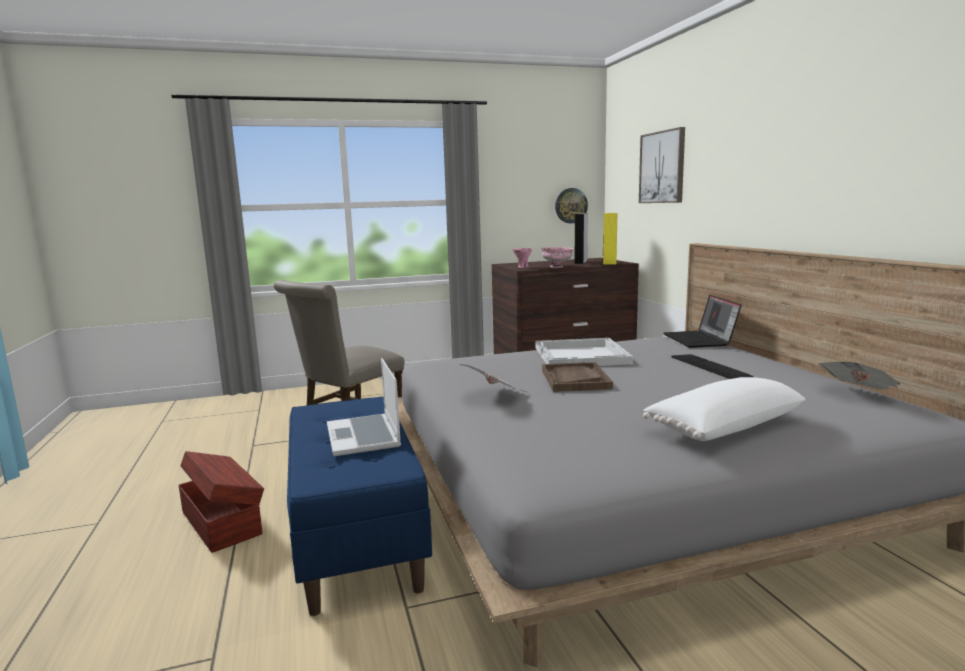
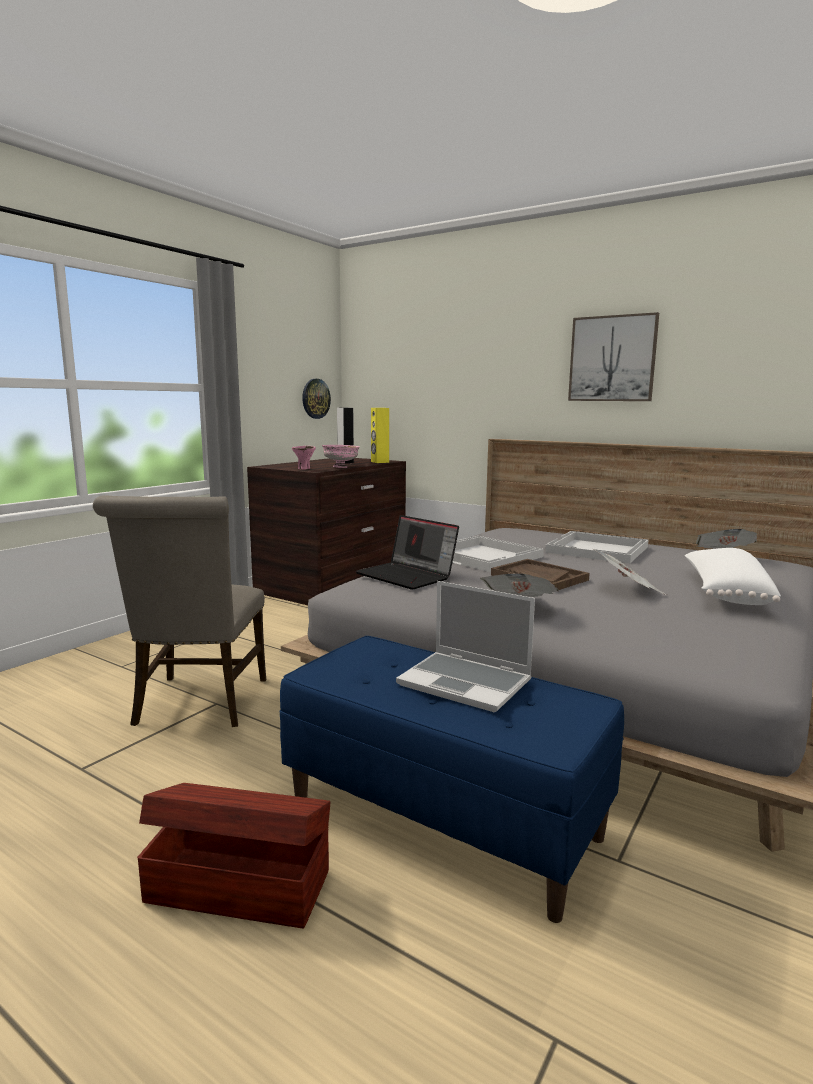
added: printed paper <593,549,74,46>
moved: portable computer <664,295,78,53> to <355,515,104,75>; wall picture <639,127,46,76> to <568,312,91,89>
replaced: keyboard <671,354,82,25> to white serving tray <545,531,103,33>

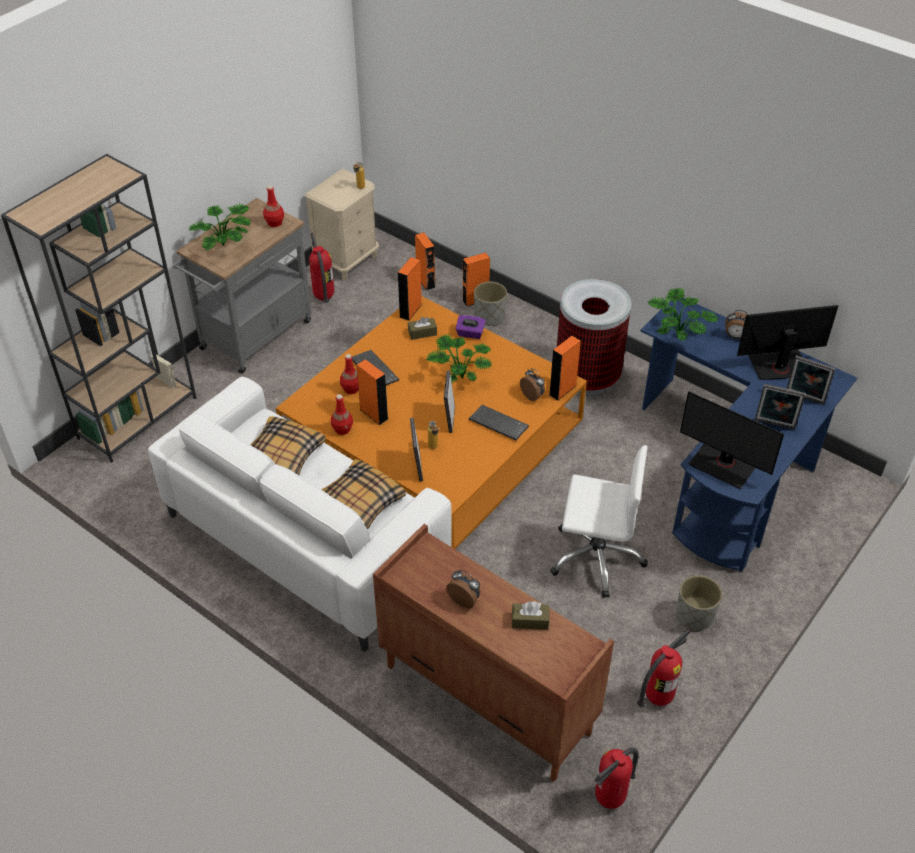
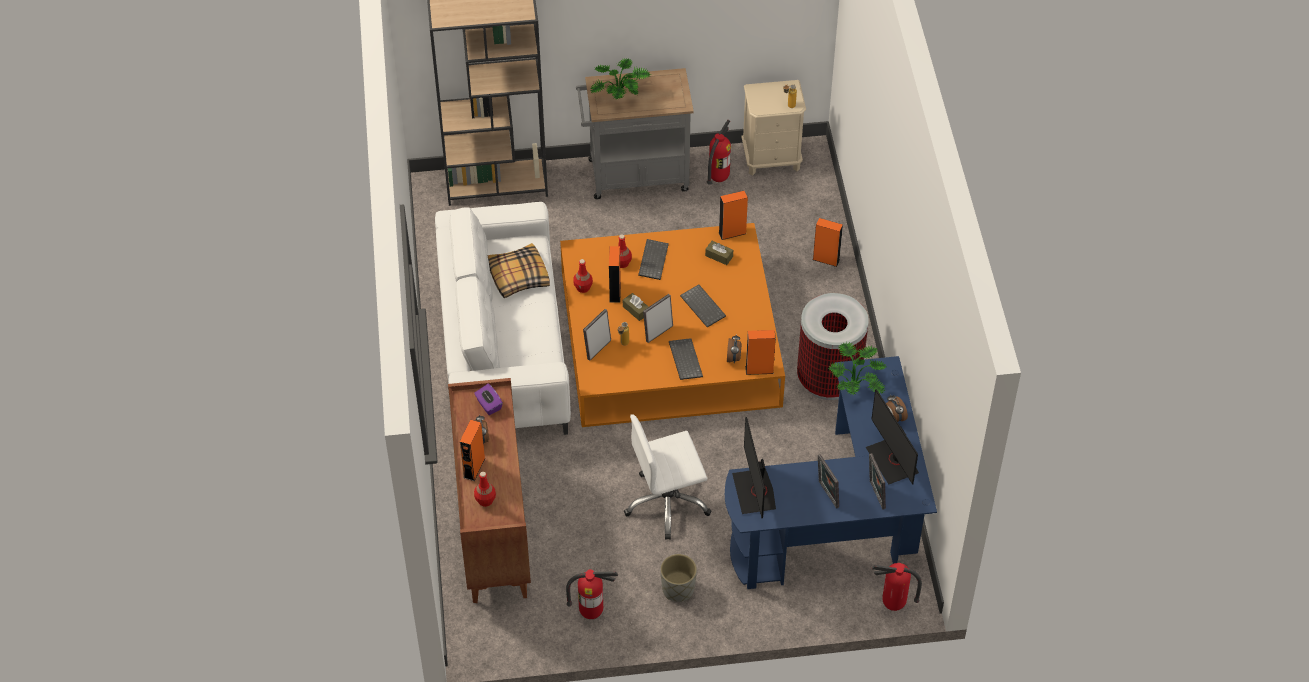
removed: cushion <321,459,85,71>; greyish planter <474,282,33,45>
moved: orange audio speaker <415,232,20,59> to <460,420,25,61>; purplish tissue box <455,315,31,24> to <474,384,29,31>; red-coloured bottle <263,185,21,42> to <474,472,22,35>; brown-coloured tissue box <512,601,37,29> to <623,293,25,28>; fire extinguisher <595,748,44,61> to <872,563,50,48>
replaced: houseplant <426,333,66,49> to keyboard <680,284,46,43>
turned: white office chair <550,445,98,153> = <624,414,87,126> 105 degrees clockwise; computer display <737,305,102,75> = <866,389,53,96> 150 degrees counterclockwise

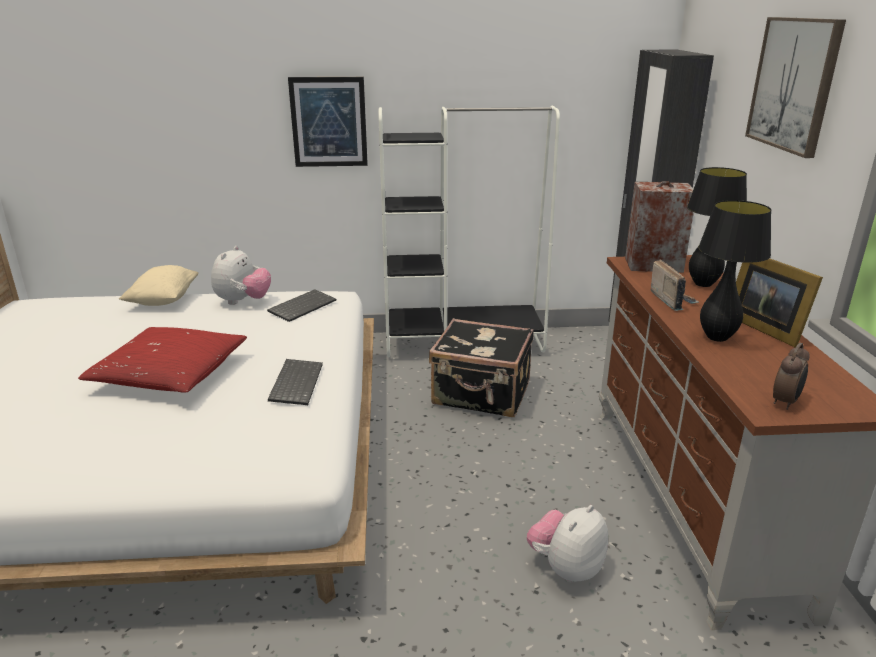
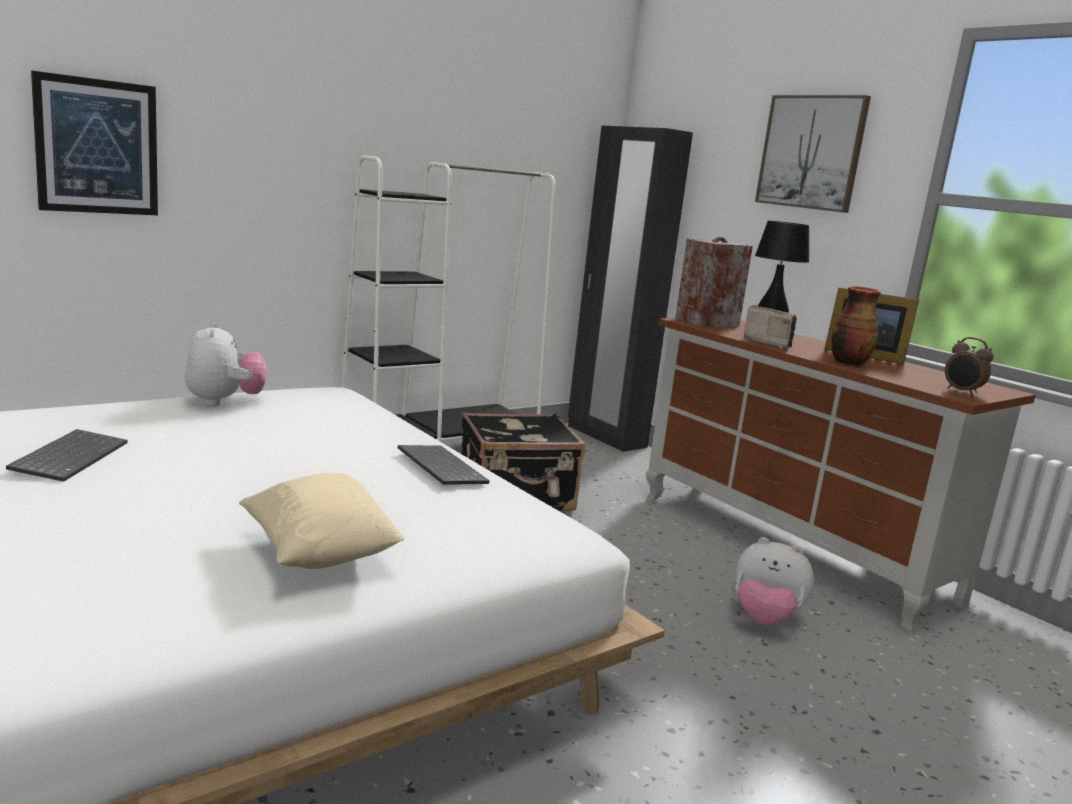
removed: red-coloured cushion <78,327,169,66>
moved: keyboard <267,289,69,33> to <6,429,122,53>; wall picture <288,77,80,90> to <31,71,127,144>; beige-coloured cushion <119,265,79,41> to <239,473,166,96>
replaced: black-coloured table lamp <698,200,73,142> to decorative vase <831,286,50,79>
turned: cuddly toy <527,505,81,78> = <735,537,79,88> 75 degrees counterclockwise; bedside clock <773,343,37,67> = <945,337,49,58> 135 degrees clockwise

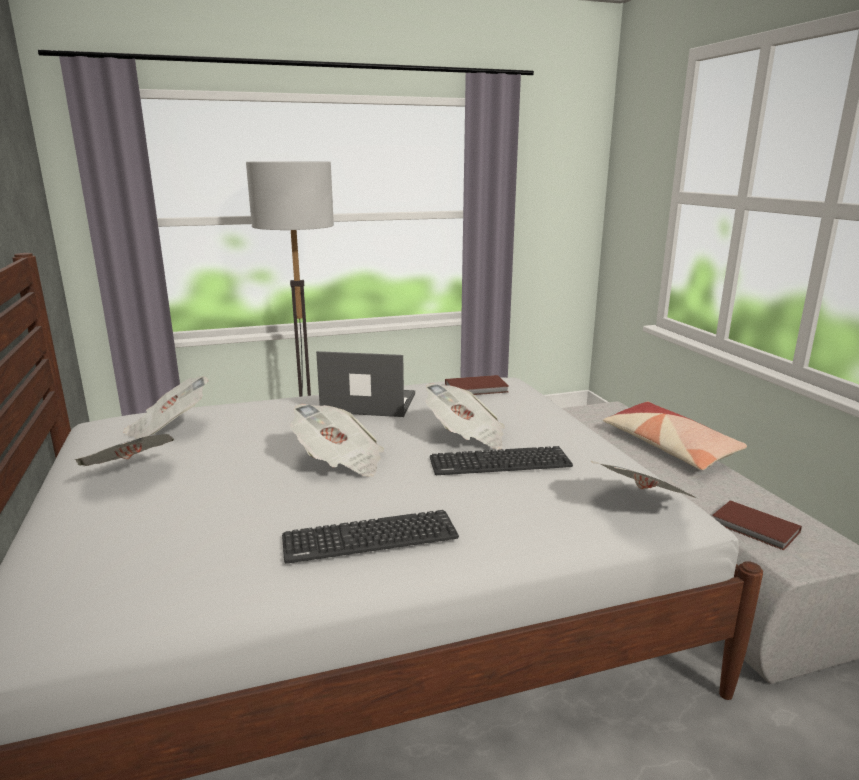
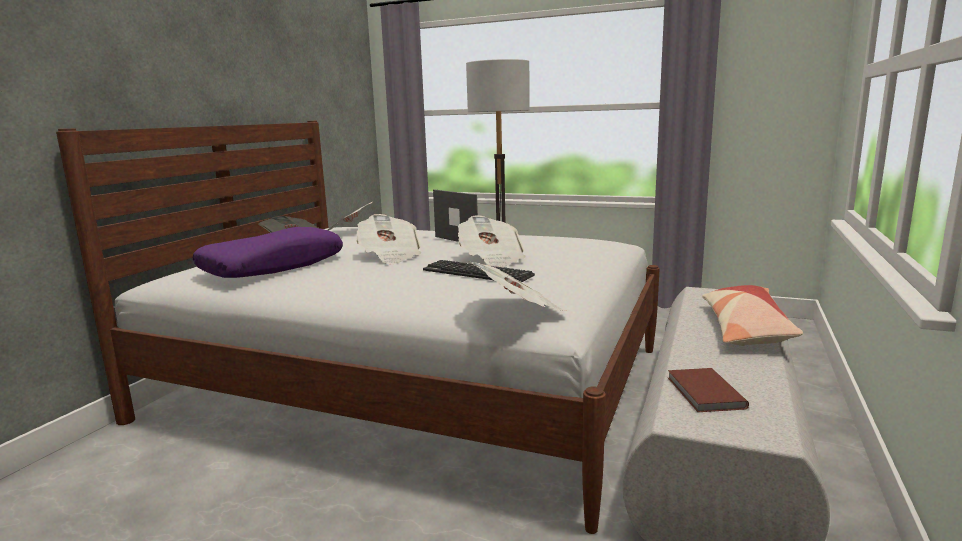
removed: keyboard <282,510,177,54>; brown-coloured volume <445,375,63,20>
added: purplish cushion <192,227,151,51>

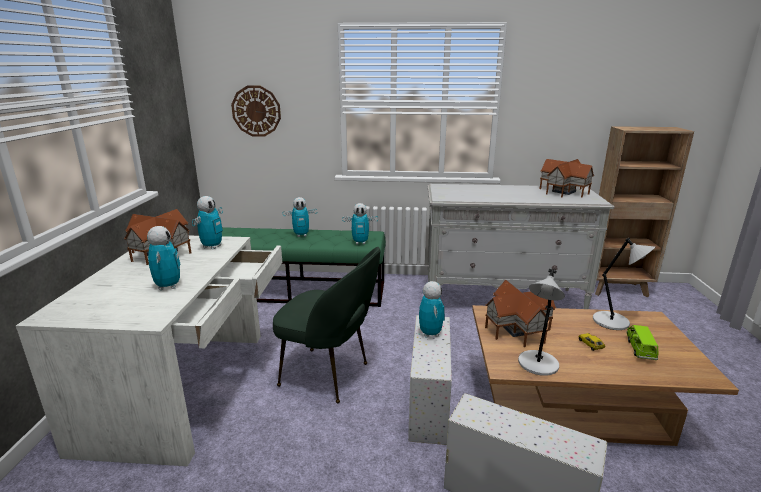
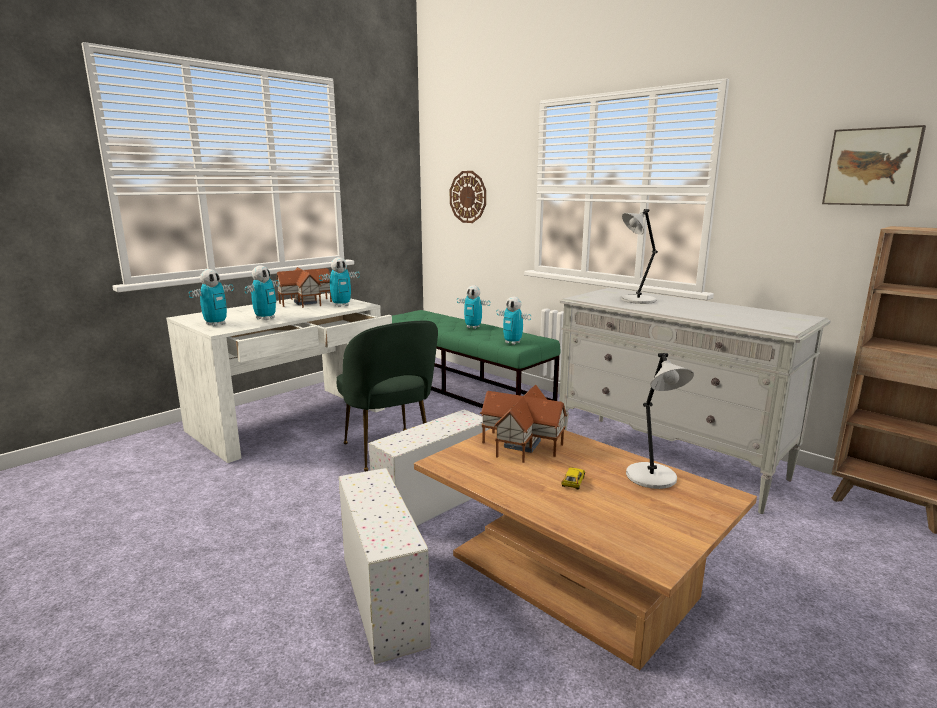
removed: miniature house <540,159,54,38>; greenish toy car <626,325,32,35>
added: wall picture <822,125,104,81>
moved: toy robot <419,281,26,57> to <189,269,45,57>; greyish table lamp <518,269,47,107> to <621,209,37,95>

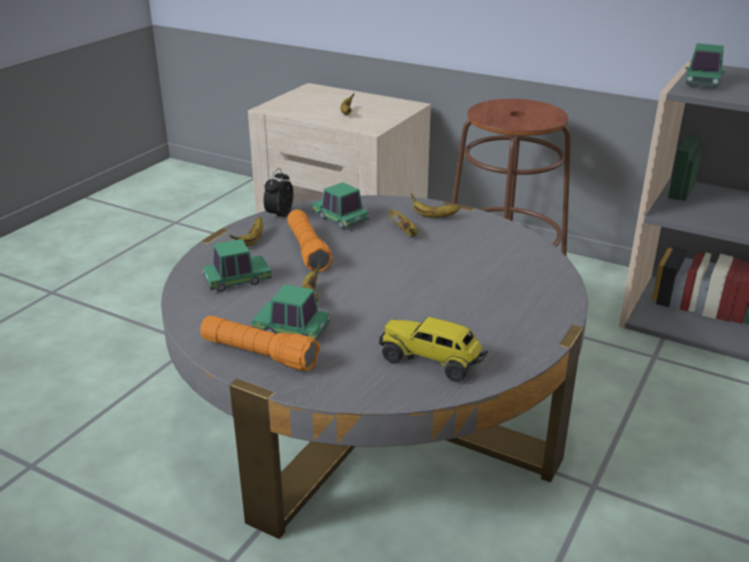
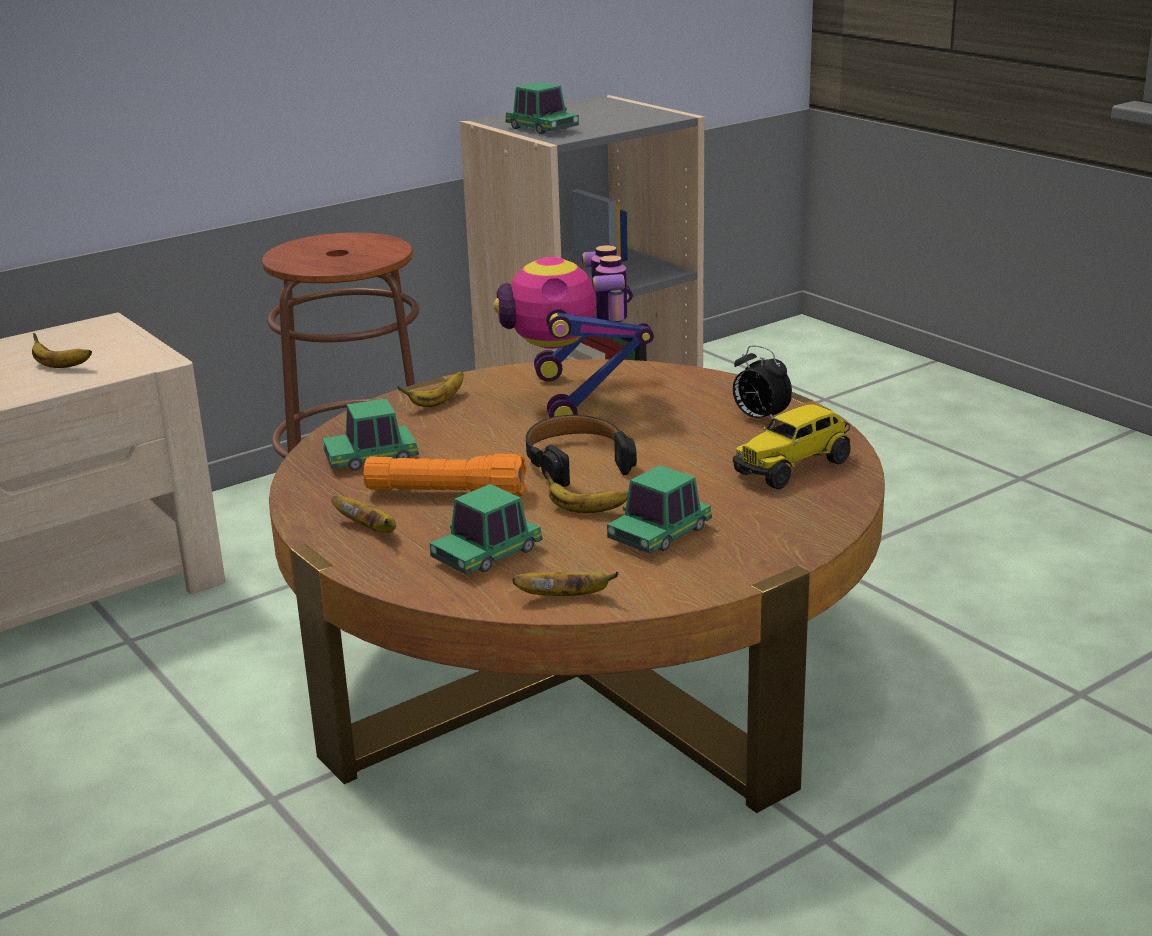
removed: orange hand torch <200,316,120,55>
added: toy robot <493,245,161,173>; black-coloured pair of headphones <526,415,111,72>
moved: whole banana <389,210,29,27> to <512,572,107,24>; bedside clock <264,168,29,53> to <733,345,59,79>
recoloured: greyish lounge table <161,195,427,344> to brown-coloured lounge table <269,359,616,454>
turned: toy car <203,239,68,53> = <430,484,113,91> 135 degrees counterclockwise

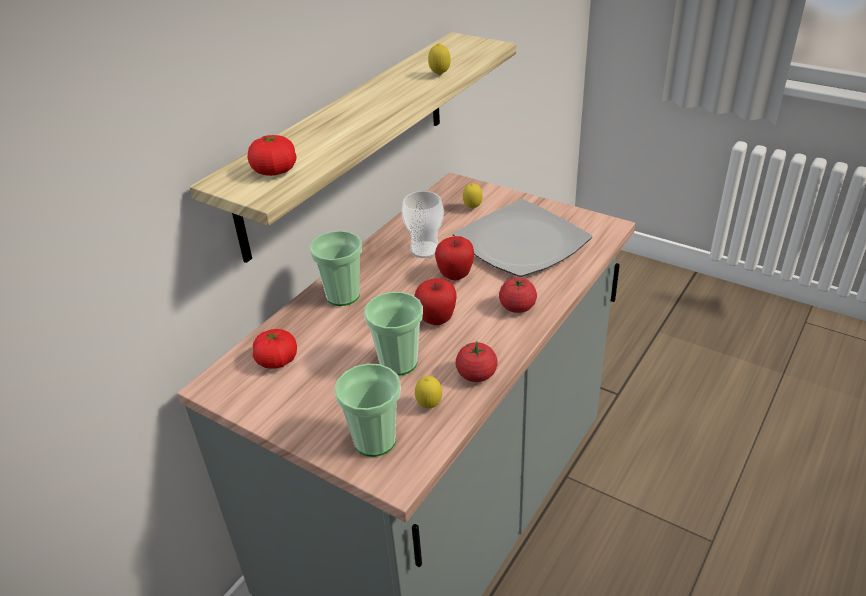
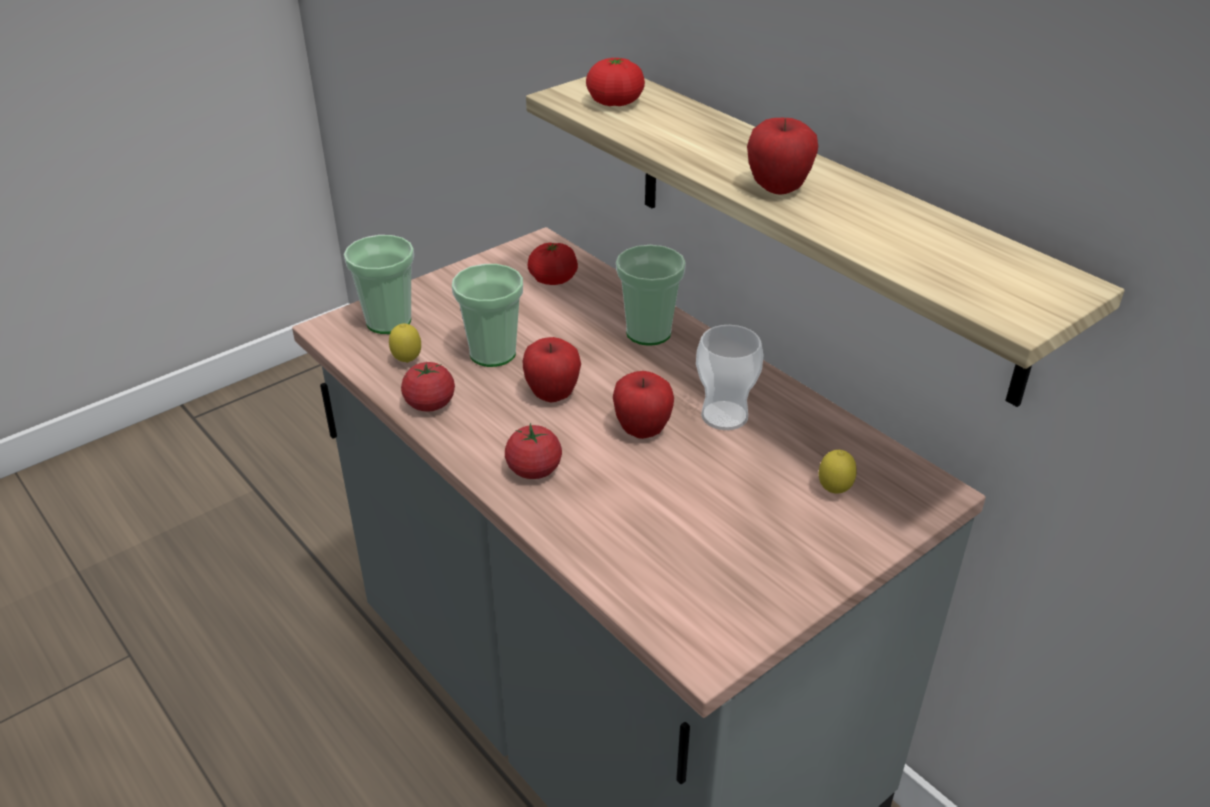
removed: lemon <428,43,23,32>; plate <453,199,139,78>
added: apple fruit <747,118,71,77>

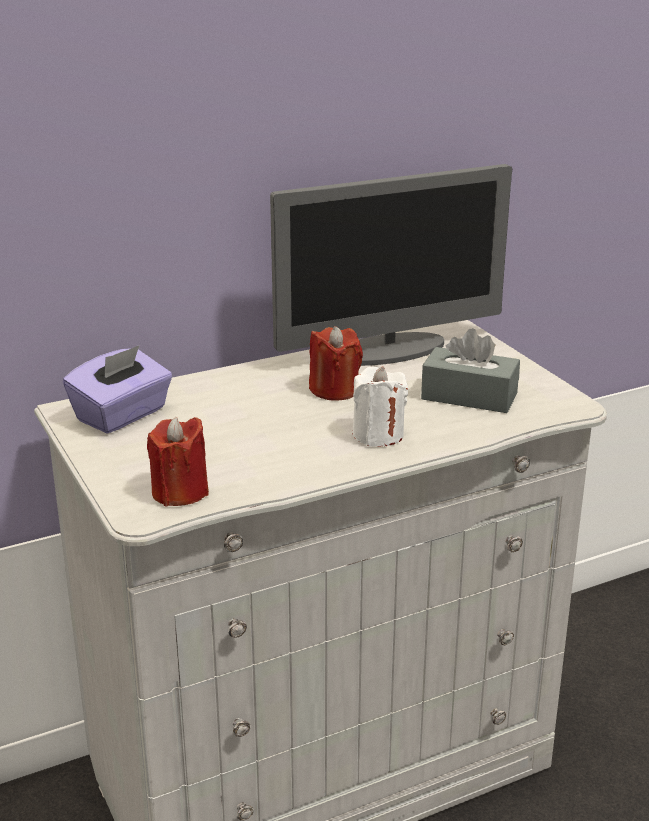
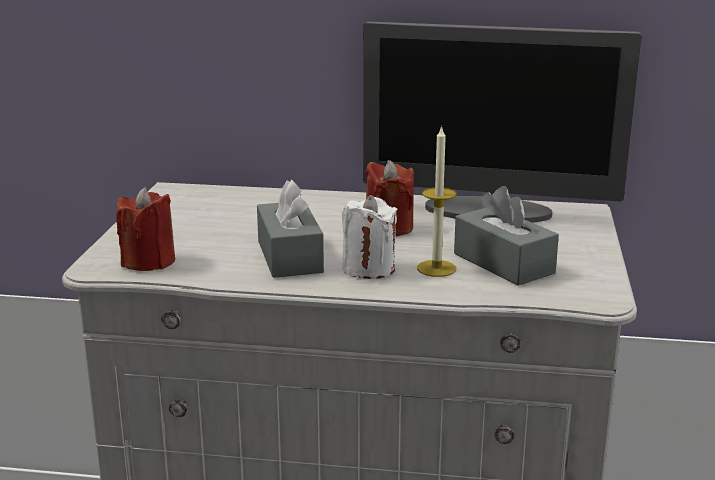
removed: purplish tissue box <63,345,109,89>
added: greyish tissue box <257,179,67,99>; candle <417,125,39,152>

